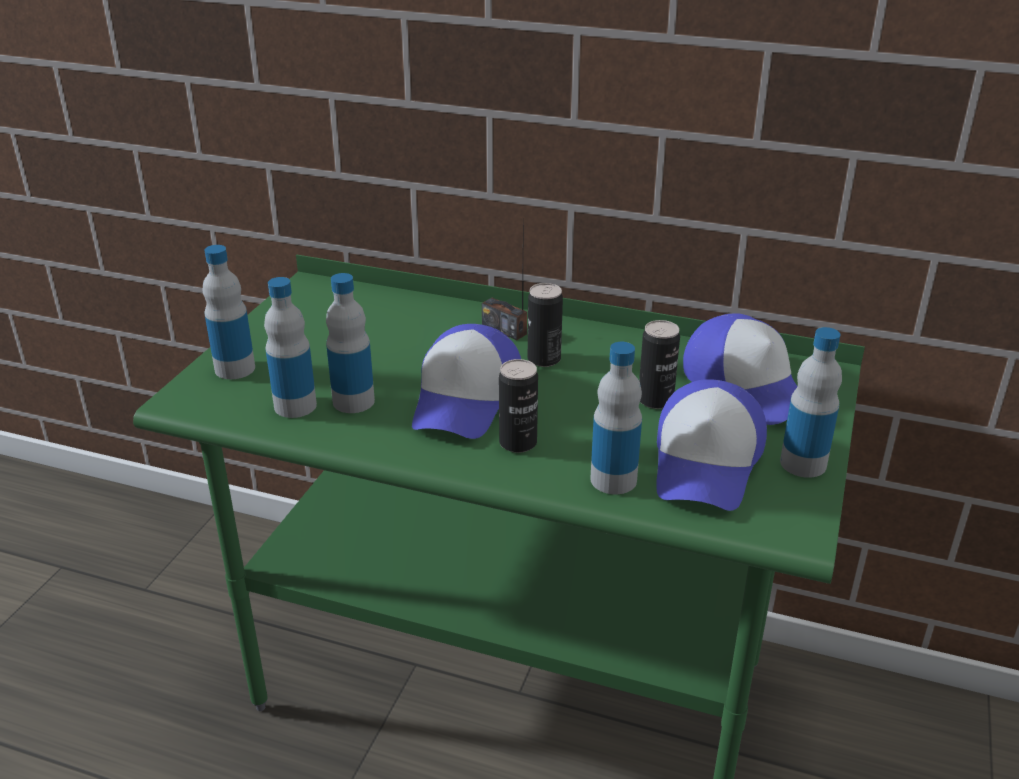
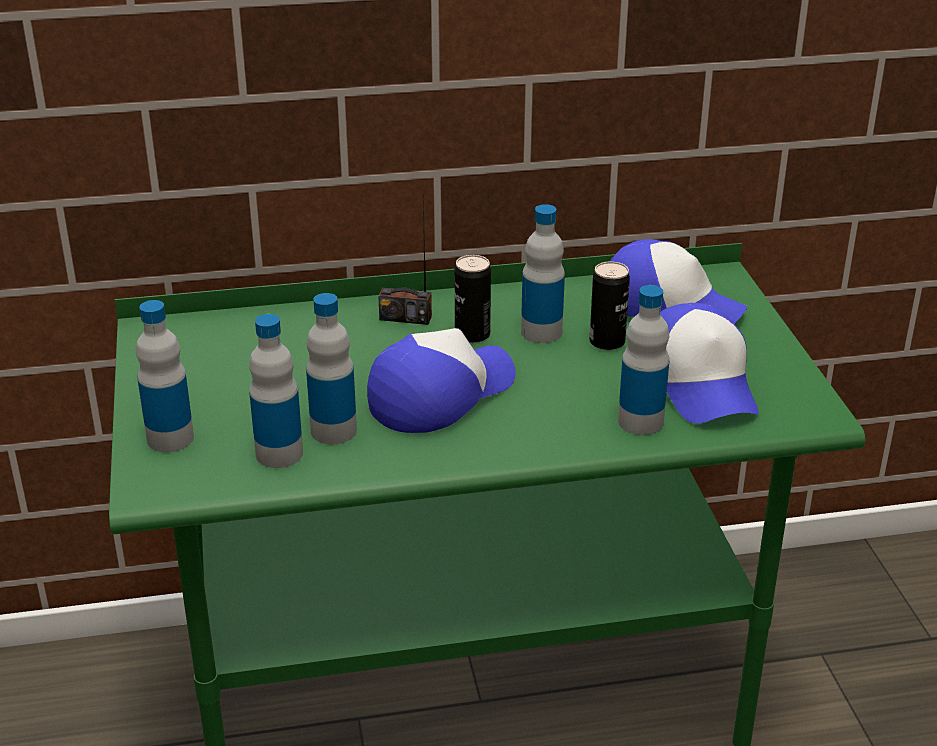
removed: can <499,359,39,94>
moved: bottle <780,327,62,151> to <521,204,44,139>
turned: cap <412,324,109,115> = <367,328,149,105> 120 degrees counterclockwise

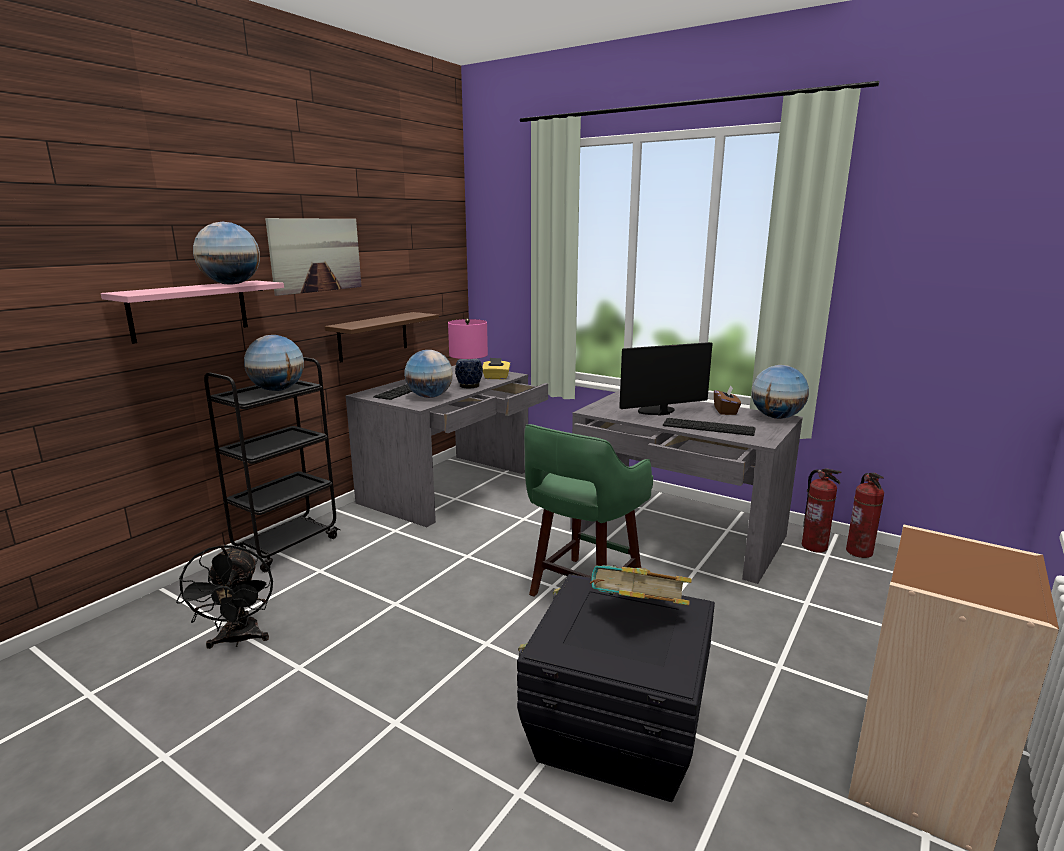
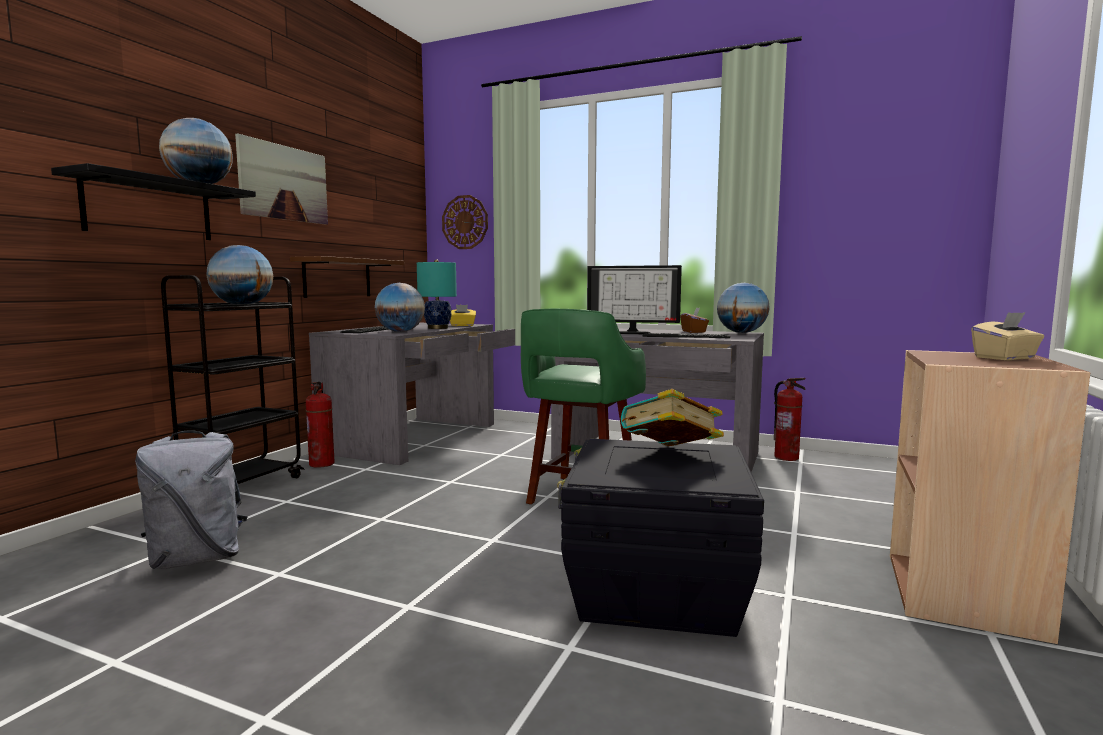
added: wall clock <442,195,46,54>; beige-coloured tissue box <971,312,73,48>
moved: fire extinguisher <846,473,38,85> to <306,382,29,86>
replaced: black-coloured fan <176,545,97,104> to greyish rucksack <135,430,113,139>
recoloured: pinkish bracket shelf <101,281,183,63> to black-coloured bracket shelf <51,163,205,77>; pinkish table lamp <448,319,40,69> to turquoise-coloured table lamp <417,259,40,70>
turned: computer display <619,342,94,74> = <587,265,95,70> 135 degrees counterclockwise

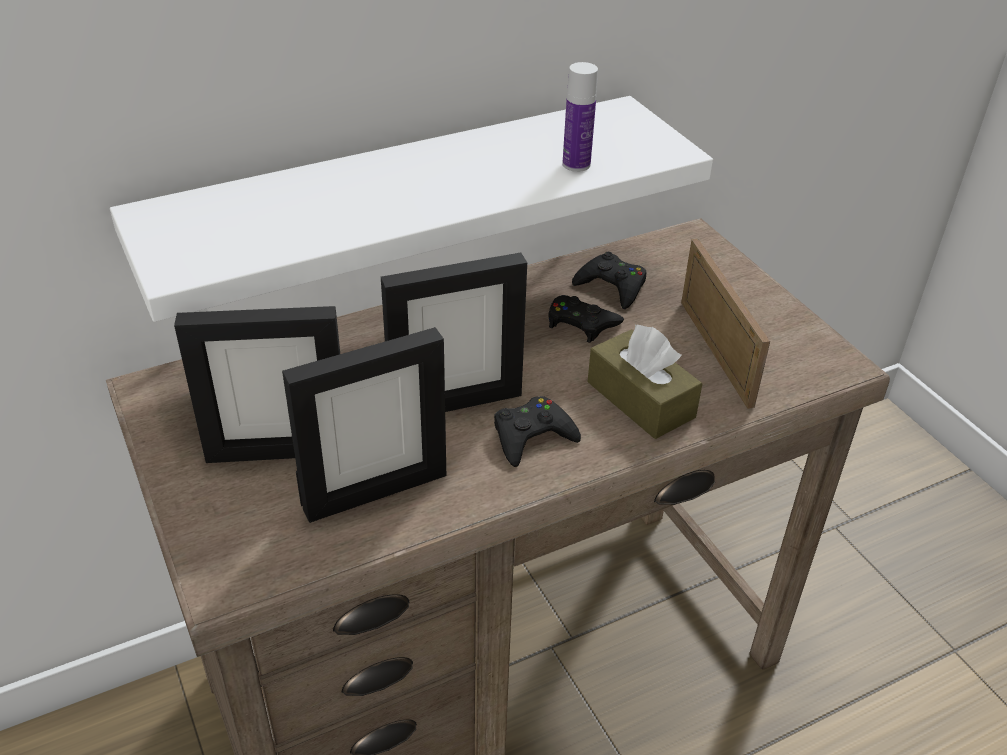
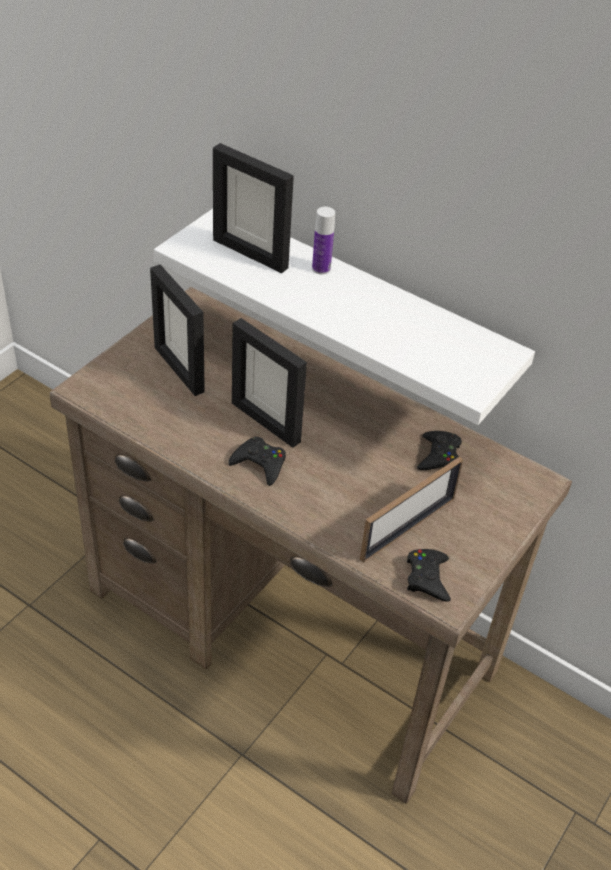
removed: brown-coloured tissue box <588,325,114,114>
moved: standing frame <282,327,164,196> to <213,143,81,130>; bottle <563,62,35,110> to <312,207,23,67>; black-coloured gamepad <548,295,76,48> to <407,549,44,53>

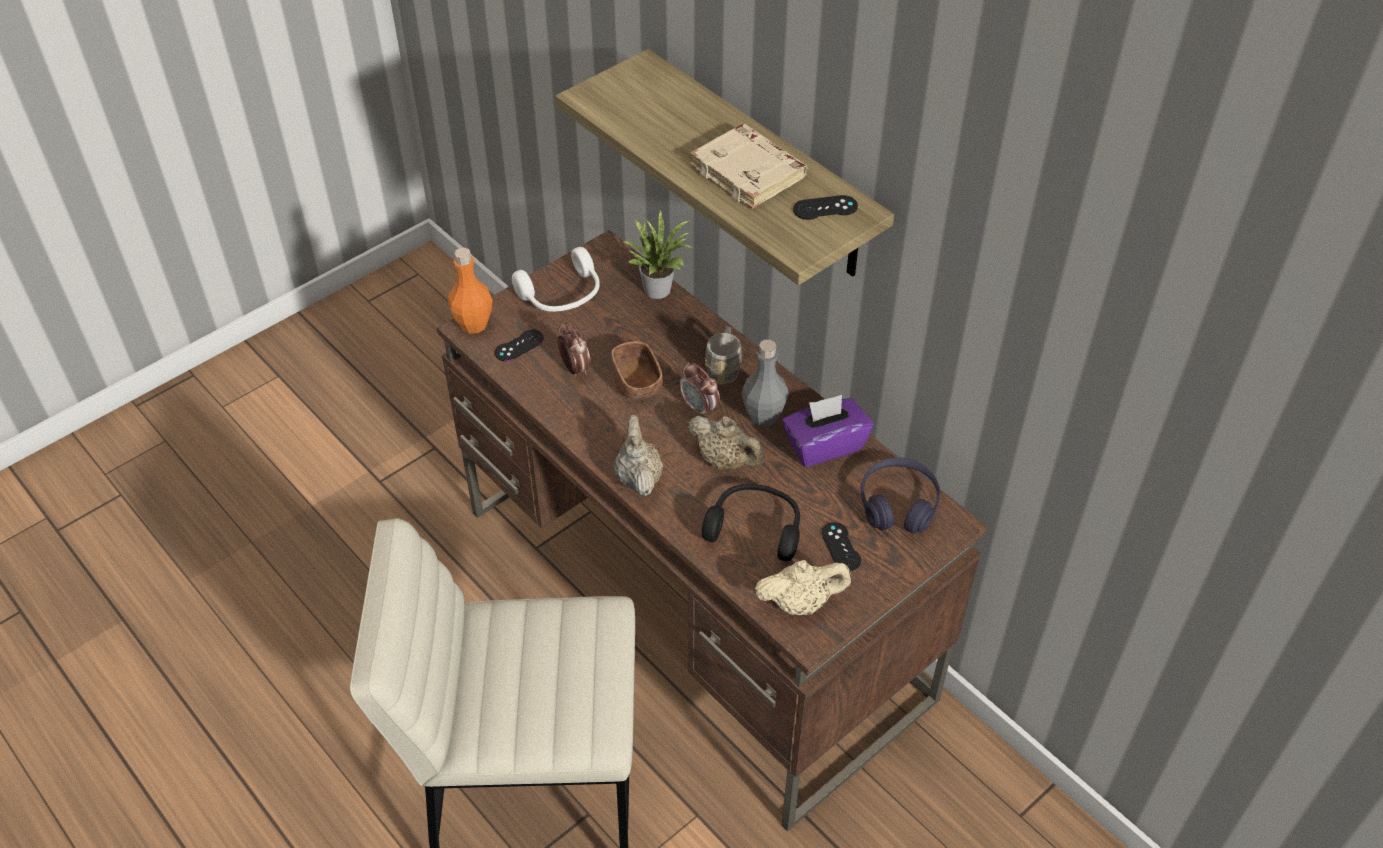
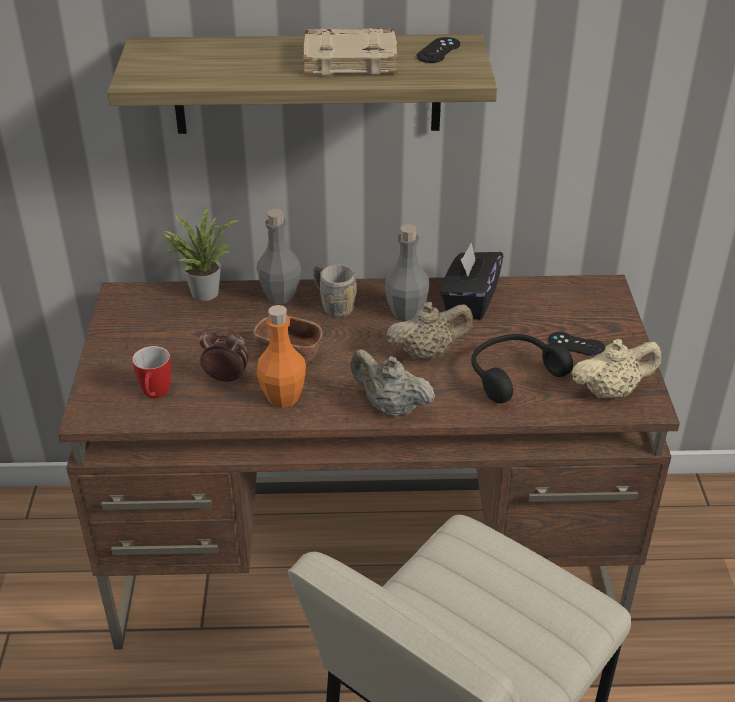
removed: white pair of headphones <512,247,88,65>; bedside clock <679,362,41,55>; purplish pair of headphones <861,457,79,77>
added: greyish bottle <256,209,45,95>
moved: orange bottle <448,248,44,86> to <257,305,49,103>
replaced: black-coloured gamepad <495,329,49,32> to tea mug <132,346,39,52>
recoloured: purplish tissue box <782,395,91,72> to black-coloured tissue box <440,243,63,77>
turned: beige-coloured teapot <755,560,97,55> = <571,339,91,60> 45 degrees clockwise

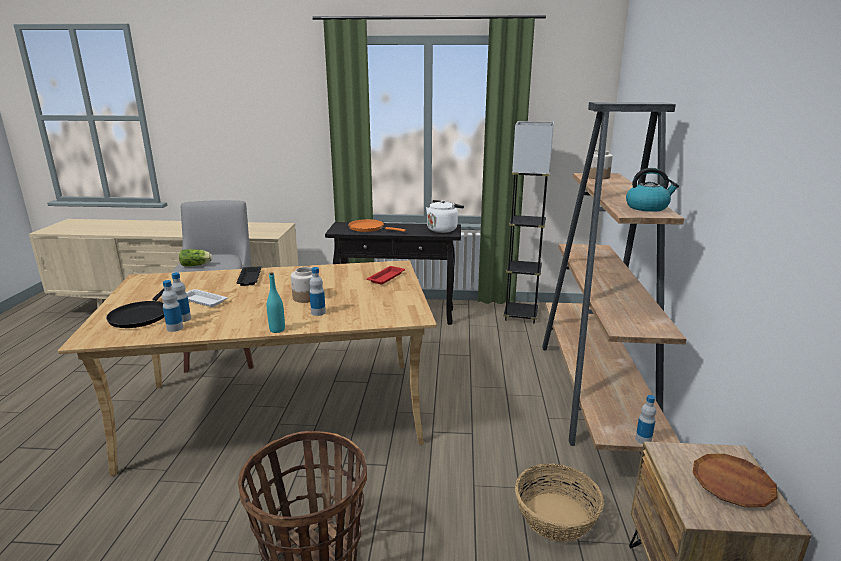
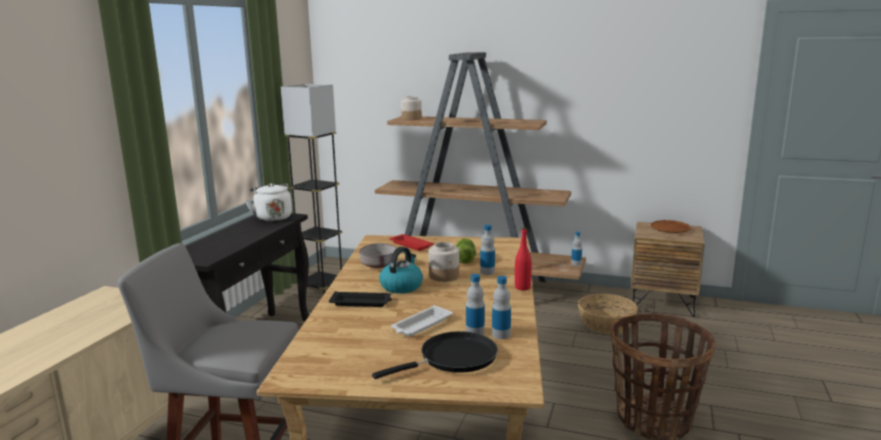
removed: orange frying pan <348,219,58,13>
added: greyish bowl <359,243,38,25>
moved: water kettle <626,168,53,44> to <379,247,44,46>; lettuce <179,249,33,18> to <456,238,20,26>
recoloured: turquoise-coloured bottle <267,272,18,61> to red-coloured bottle <515,227,17,64>
turned: black-coloured frying pan <106,289,58,39> = <372,331,126,48> 45 degrees counterclockwise

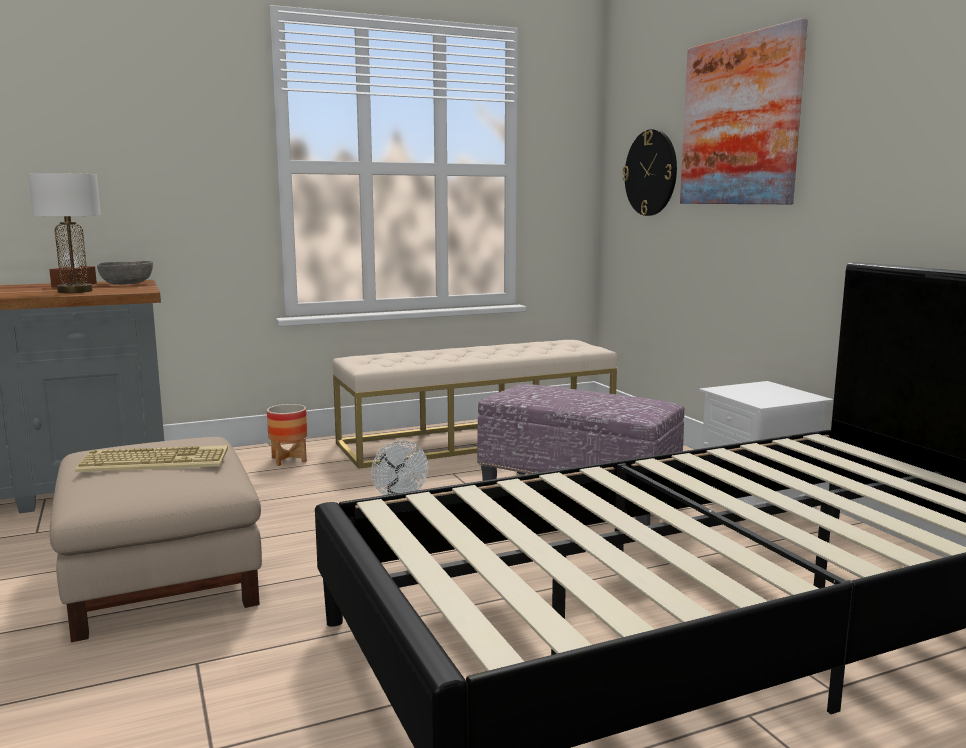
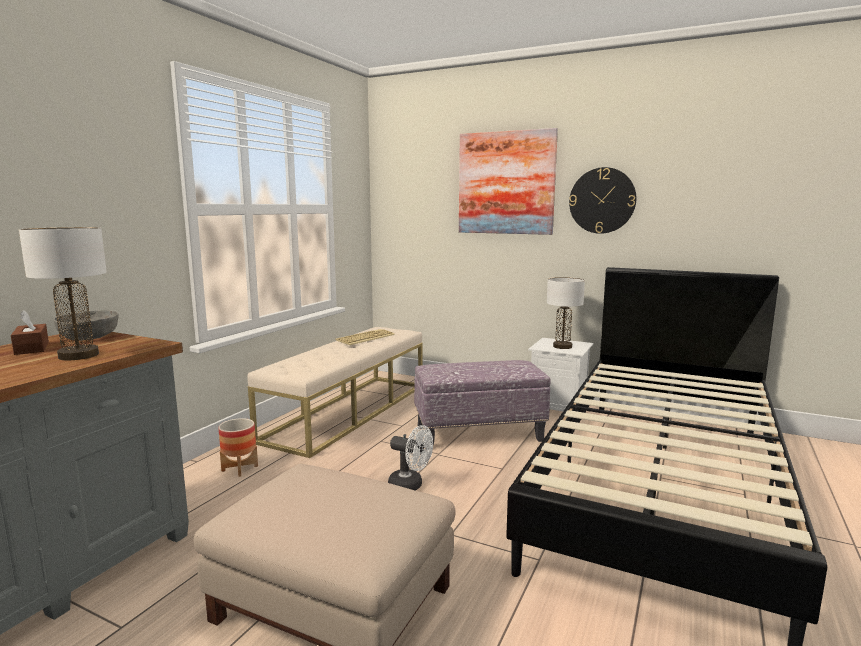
added: table lamp <547,277,38,72>
moved: keyboard <75,445,153,27> to <336,329,59,16>; wall clock <622,129,55,87> to <569,167,67,67>

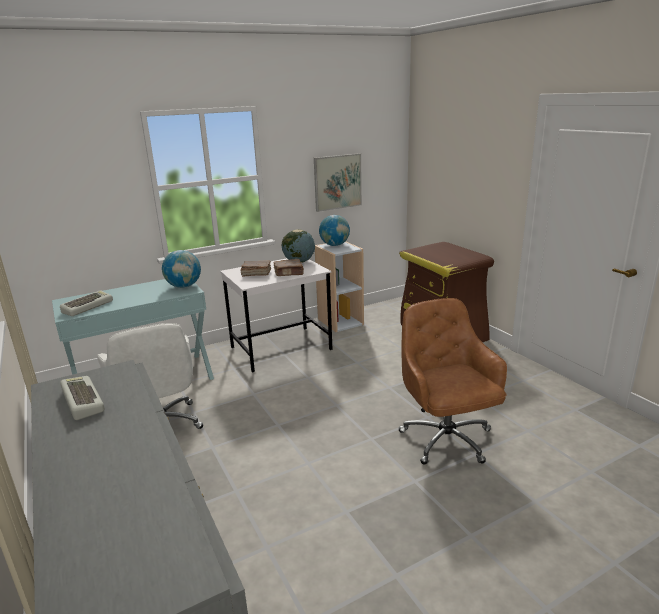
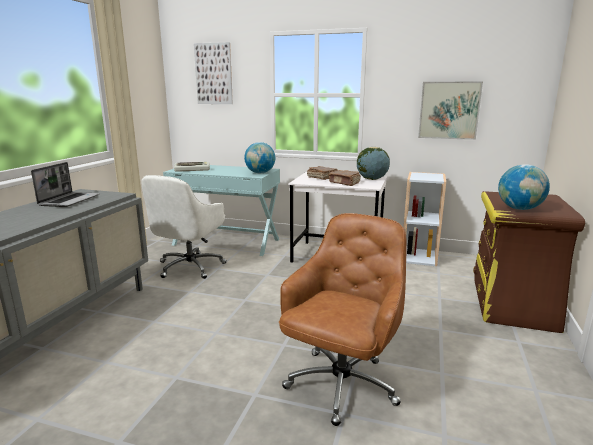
added: wall picture <194,42,39,62>
moved: desk globe <319,215,31,31> to <498,164,52,46>
replaced: keyboard <60,376,45,44> to portable computer <31,162,69,45>

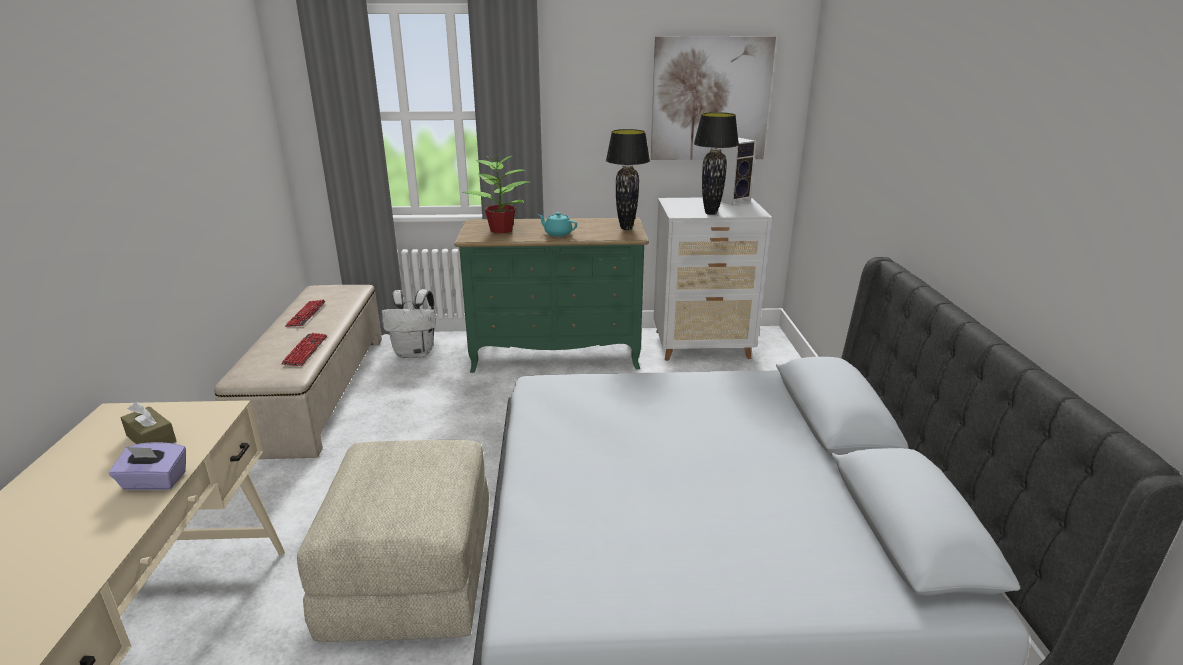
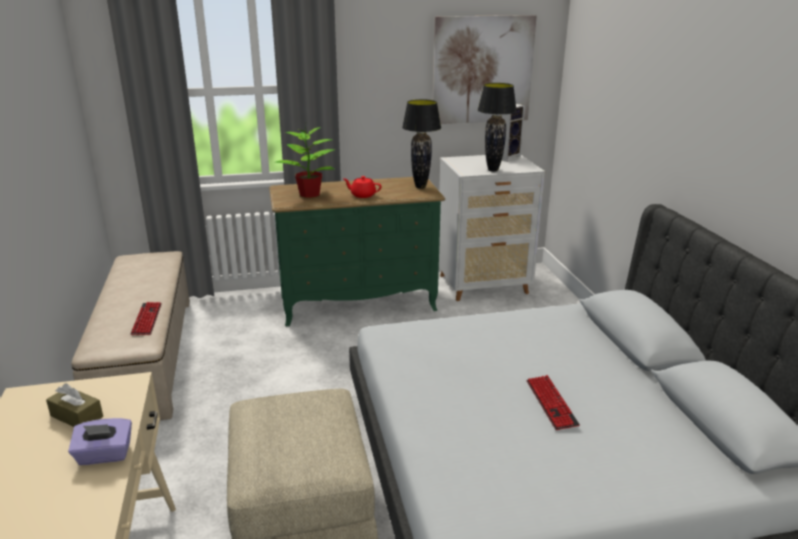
removed: white rucksack <382,289,54,69>
moved: keyboard <285,300,41,27> to <526,375,54,55>
recoloured: turquoise-coloured teapot <537,212,40,25> to red-coloured teapot <343,176,39,22>

